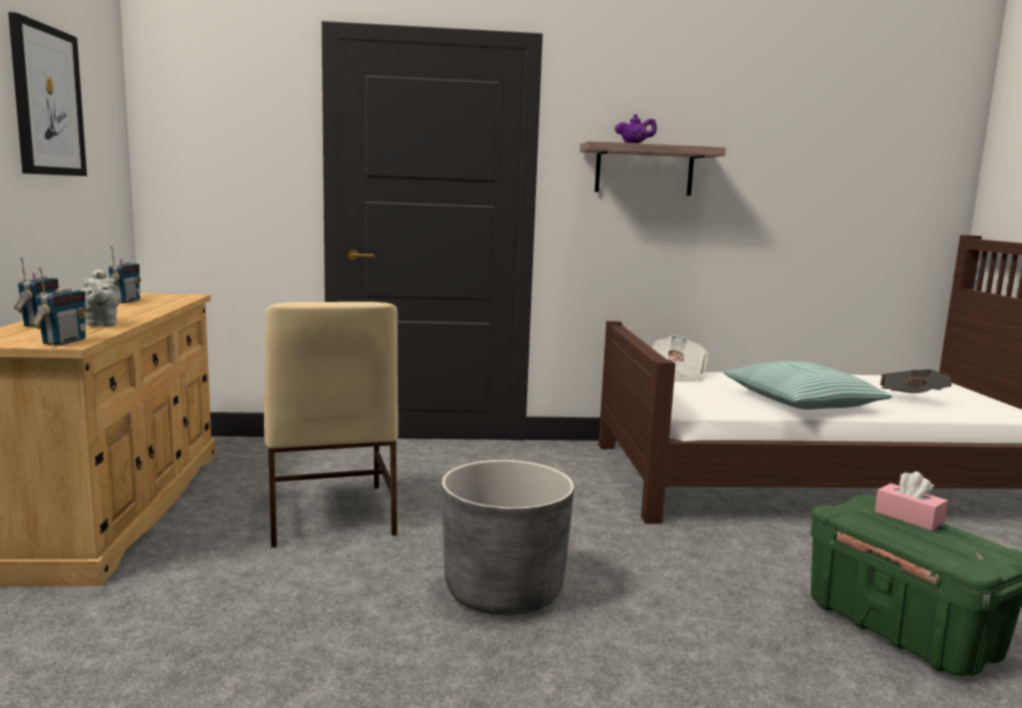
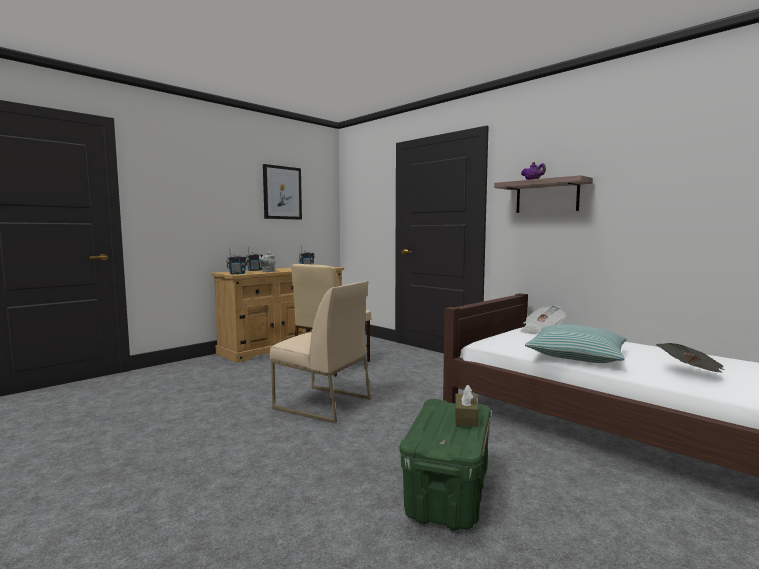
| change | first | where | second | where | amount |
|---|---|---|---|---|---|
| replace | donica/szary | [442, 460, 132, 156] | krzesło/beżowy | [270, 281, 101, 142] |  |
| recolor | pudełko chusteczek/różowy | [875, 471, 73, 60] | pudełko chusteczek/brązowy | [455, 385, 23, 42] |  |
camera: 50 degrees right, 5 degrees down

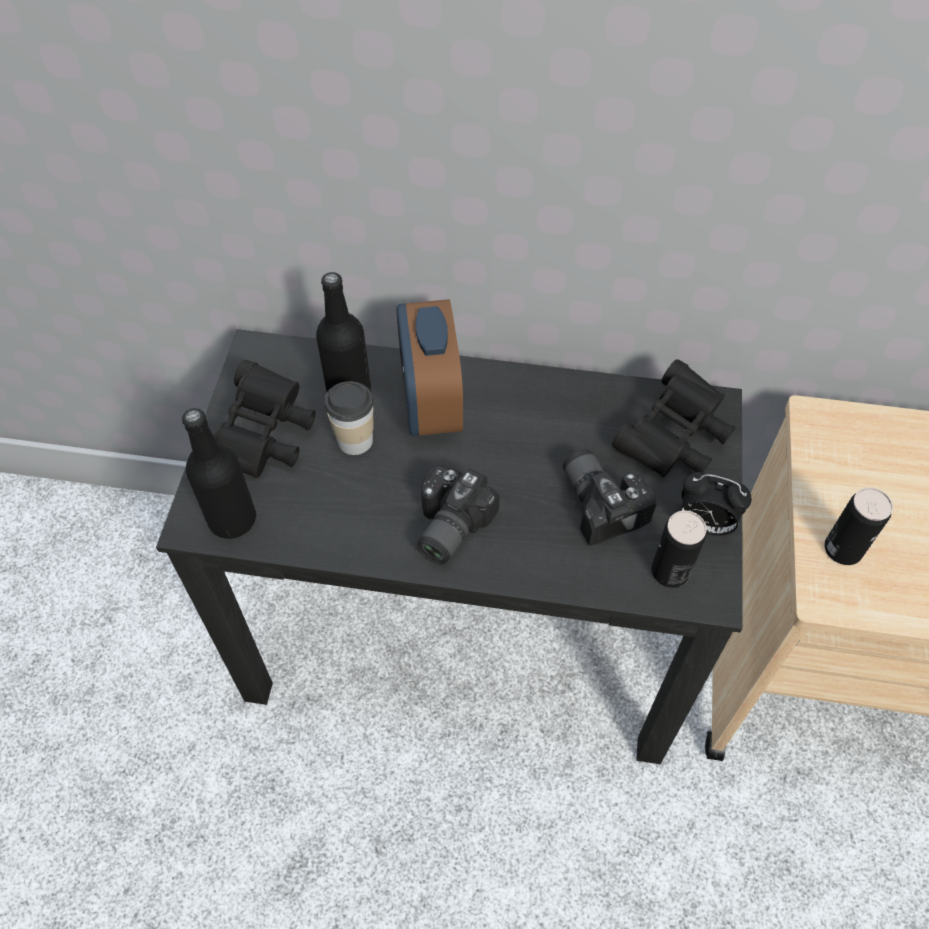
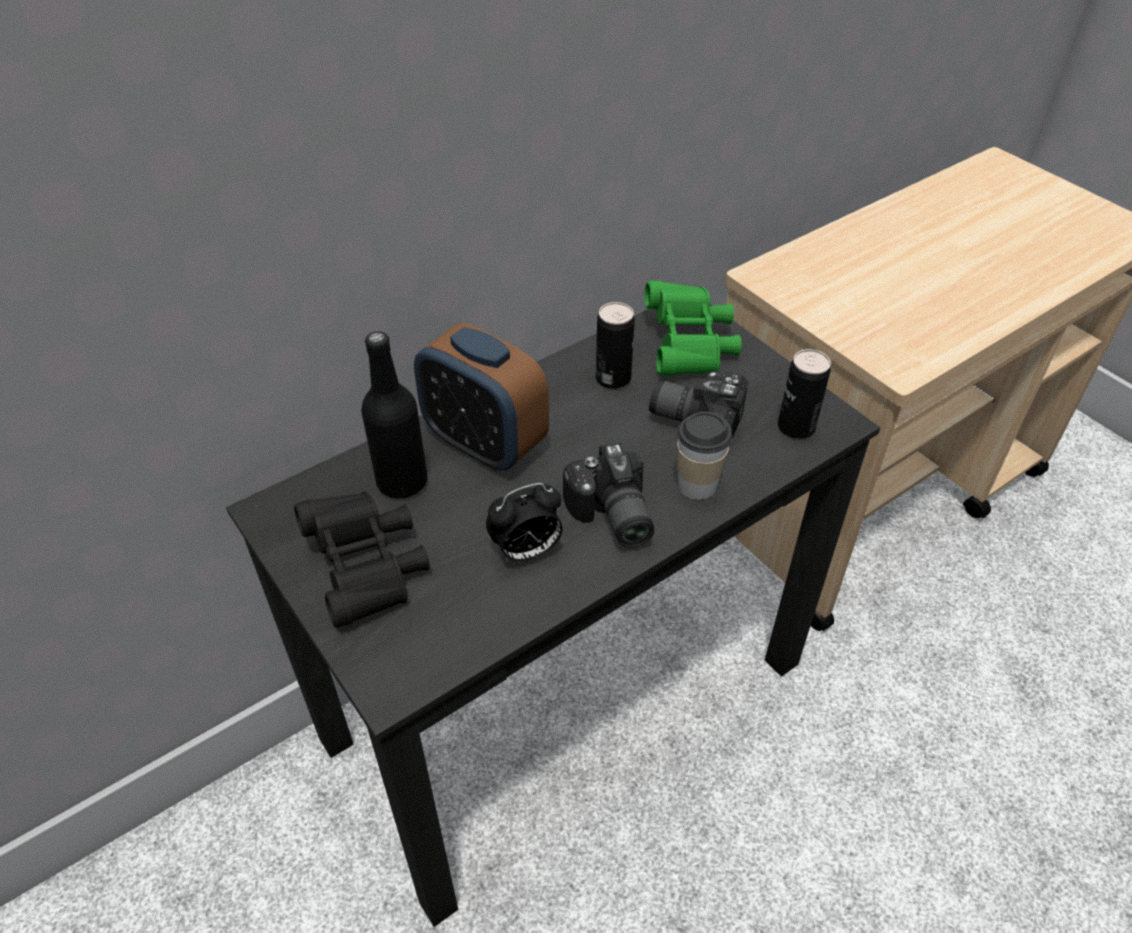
| change | first | where | second | where | amount |
|---|---|---|---|---|---|
| recolor | lornetka/czarny | [612, 359, 124, 118] | lornetka/zielony | [644, 281, 98, 95] |  |
| move | filiżanka | [325, 381, 49, 74] |  | [677, 412, 55, 88] |  |
| delete | butelka/czarny | [182, 408, 74, 131] |  |  |  |
| move | budzik | [680, 472, 72, 64] |  | [486, 483, 76, 79] |  |
| move | puszka | [824, 487, 69, 78] |  | [596, 302, 39, 87] |  |
camera: 45 degrees left, 10 degrees down

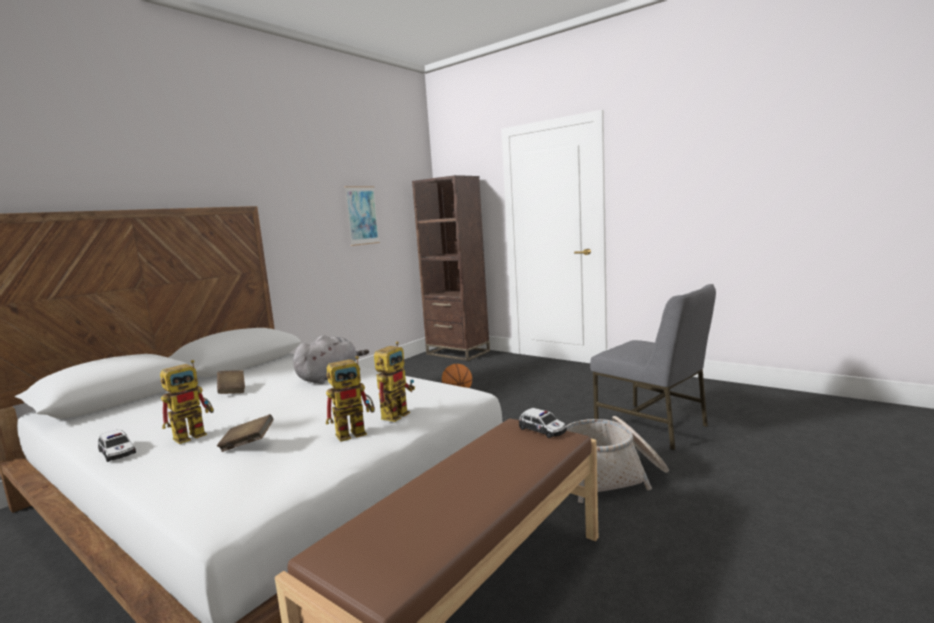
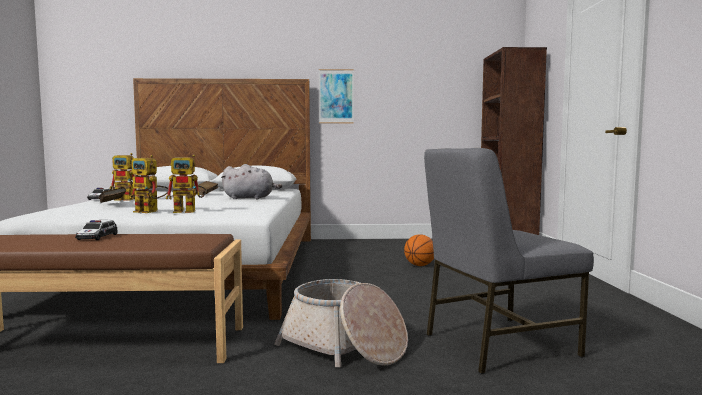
| change | first | where | second | where | amount |
|---|---|---|---|---|---|
| move | obraz | [344, 186, 36, 60] |  | [319, 69, 35, 54] |  |
| rotate | krzesło/szary | [590, 284, 126, 167] |  | [424, 148, 170, 226] | 60 degrees clockwise |
| move | samochodzik | [519, 408, 48, 30] |  | [75, 220, 43, 20] |  |
camera: 50 degrees right, 5 degrees down

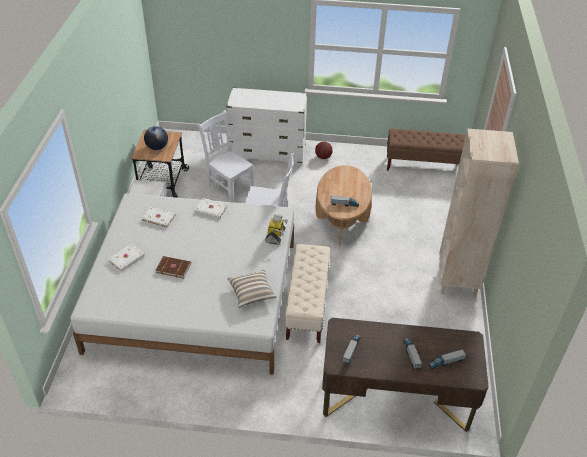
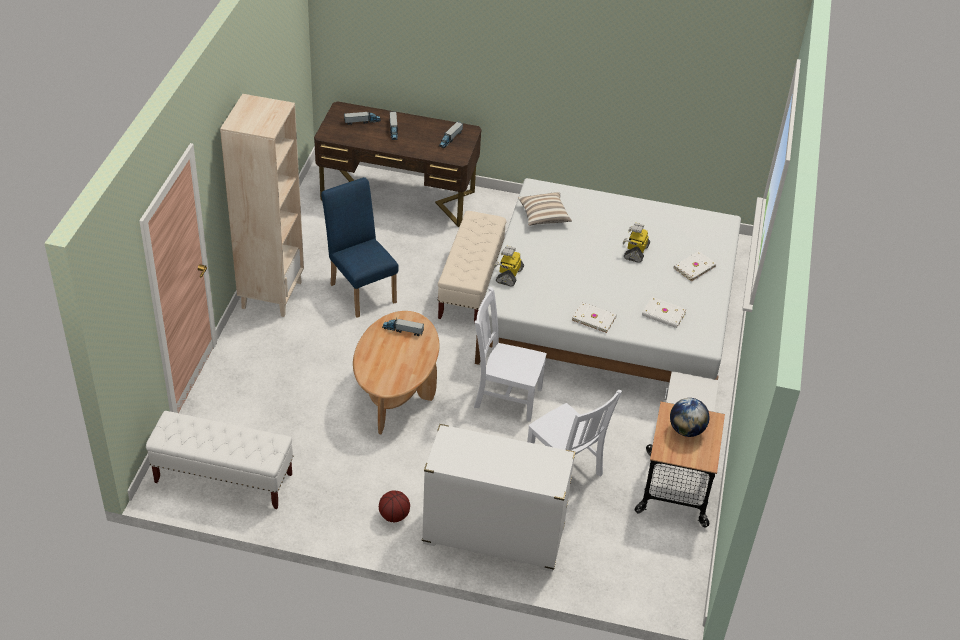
| change | first | where | second | where | amount |
|---|---|---|---|---|---|
| recolor | ławka/brązowy | [387, 129, 79, 42] | ławka/biały | [146, 411, 147, 98] |  |
| replace | książka/brązowy | [156, 256, 35, 23] | robot zabawkowy | [623, 222, 27, 41] |  |
| insert |  |  | krzesło/niebieski | [321, 177, 77, 141] |  |
camera: 175 degrees left, 0 degrees up

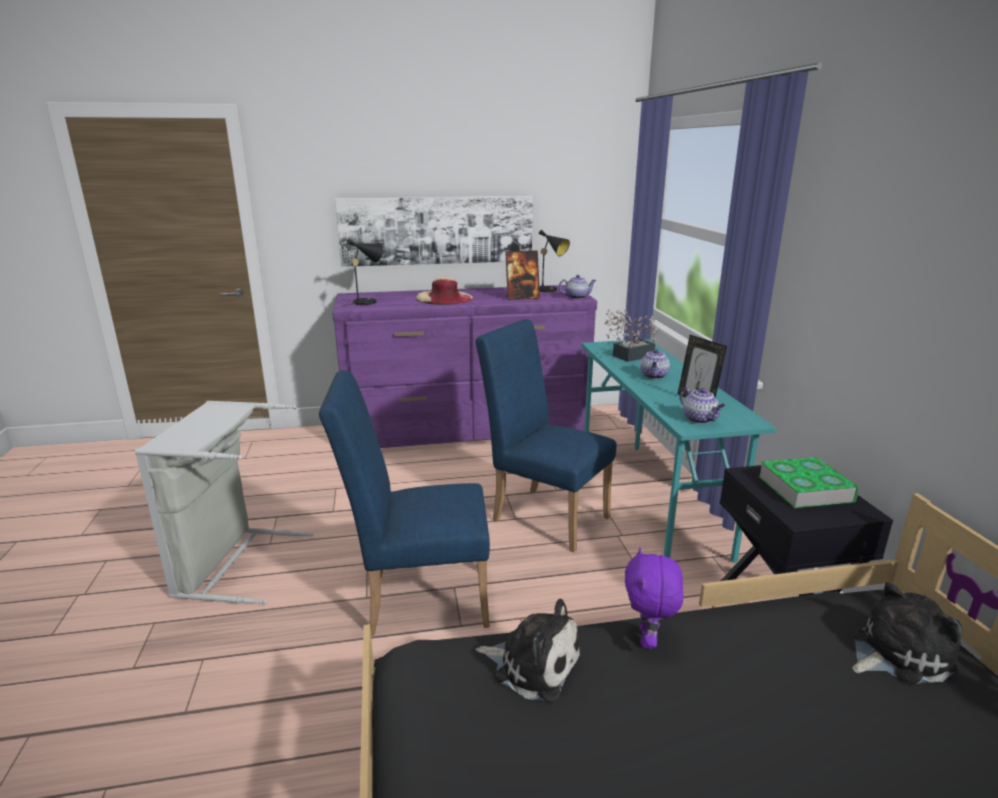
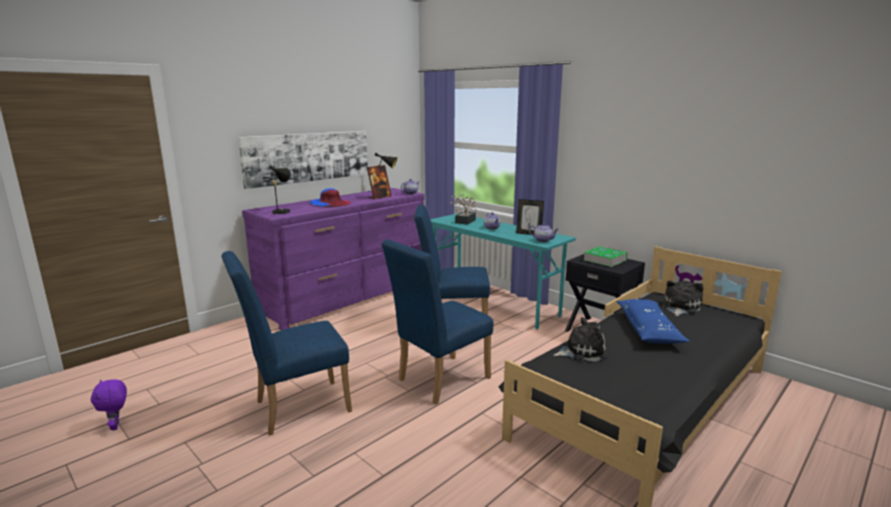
| change | first | where | second | where | amount |
|---|---|---|---|---|---|
| recolor | kapelusz/beżowy | [415, 277, 59, 28] | kapelusz/niebieski | [309, 188, 42, 19] |  |
| replace | kosz na pranie/szary | [135, 401, 178, 203] | krzesło/niebieski | [221, 251, 131, 185] |  |
| move | pluszak/fioletowy | [625, 548, 58, 101] |  | [91, 380, 36, 50] |  |
| insert |  |  | poduszka/niebieski | [616, 299, 74, 45] |  |
camera: 35 degrees left, 5 degrees down

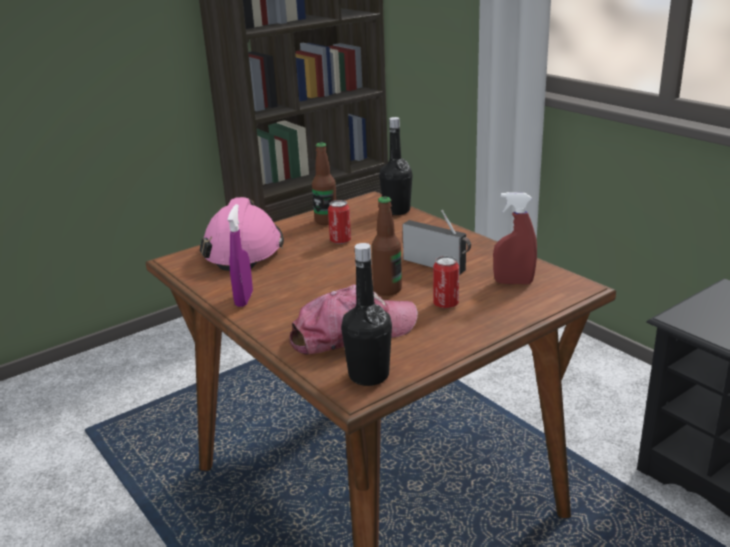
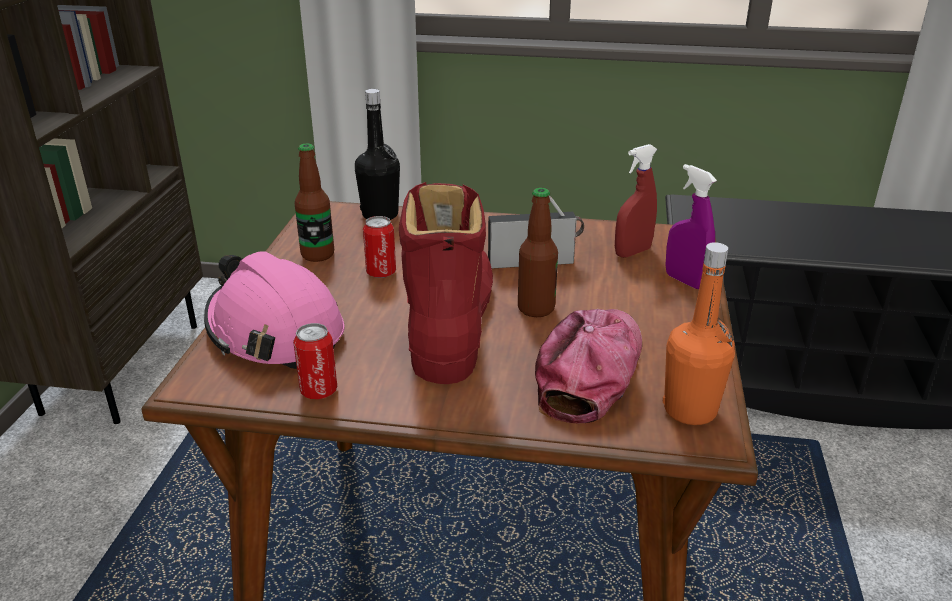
| change | first | where | second | where | amount |
|---|---|---|---|---|---|
| move | spryskiwacz/fioletowy | [227, 204, 26, 103] |  | [665, 164, 52, 125] |  |
| recolor | butelka/czarny | [341, 243, 51, 143] | butelka/pomarańczowy | [663, 242, 72, 183] |  |
| move | puszka | [433, 256, 26, 52] |  | [293, 323, 44, 76] |  |
| insert |  |  | but z cholewką/czerwony | [399, 182, 94, 202] |  |
camera: 45 degrees left, 5 degrees up

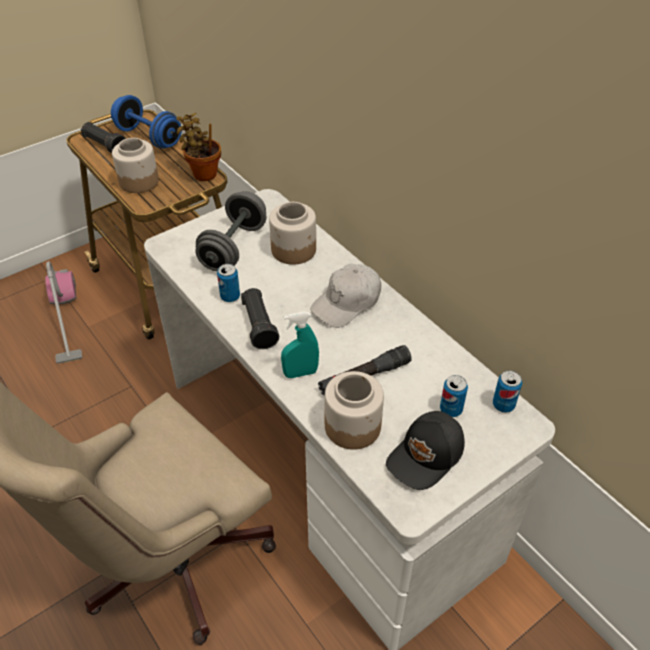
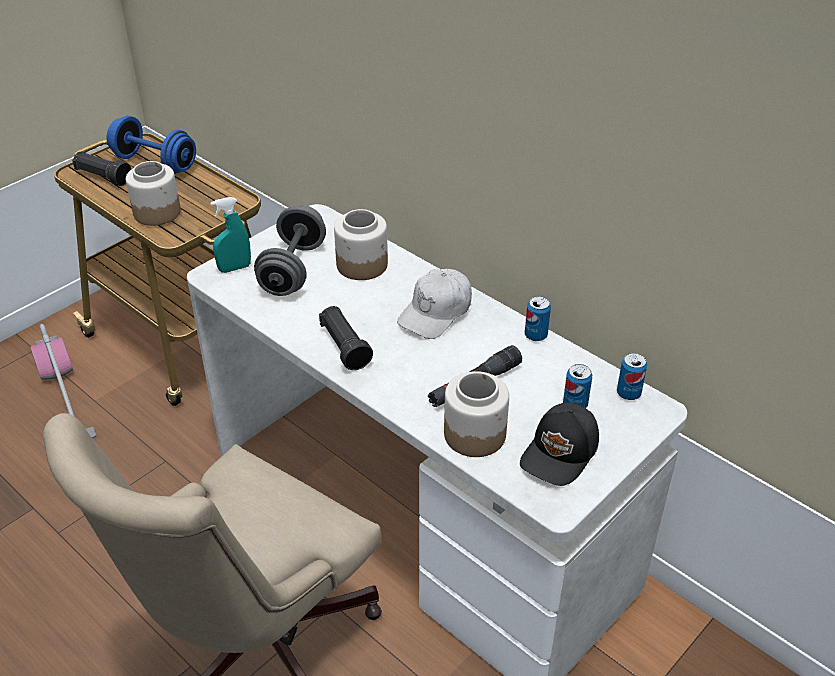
| change | first | where | second | where | amount |
|---|---|---|---|---|---|
| delete | roślina doniczkowa | [176, 113, 45, 68] |  |  |  |
| move | puszka | [217, 264, 23, 38] |  | [525, 296, 26, 45] |  |
| move | spryskiwacz/turkusowy | [281, 311, 38, 67] |  | [210, 197, 41, 76] |  |
camera: 10 degrees left, 5 degrees down

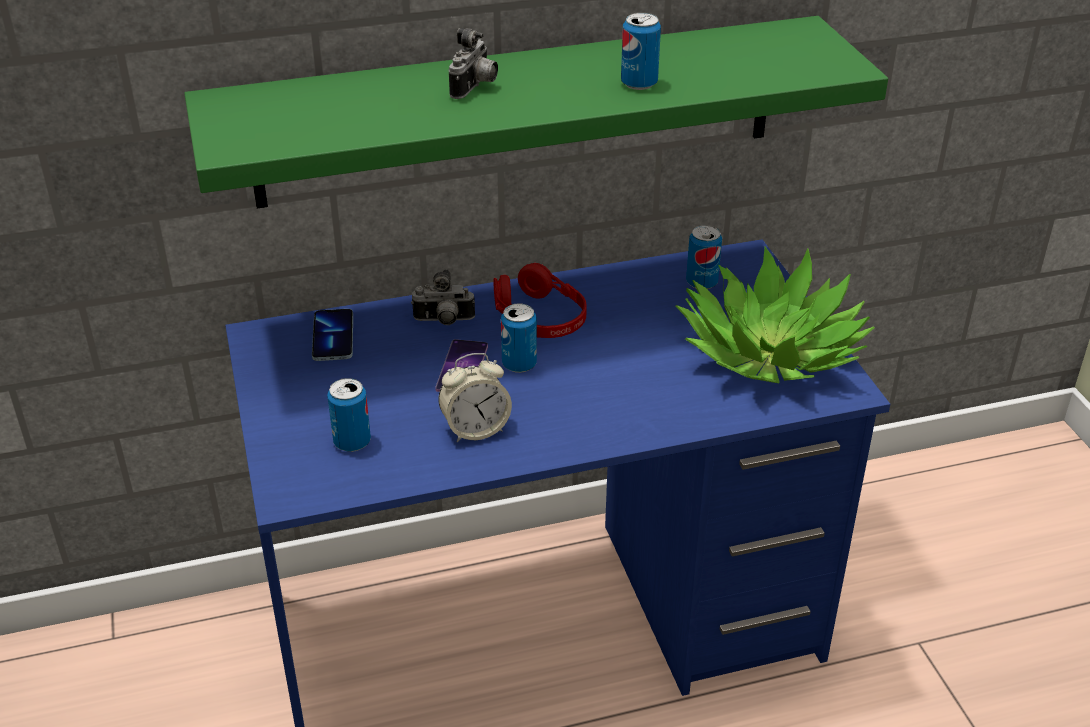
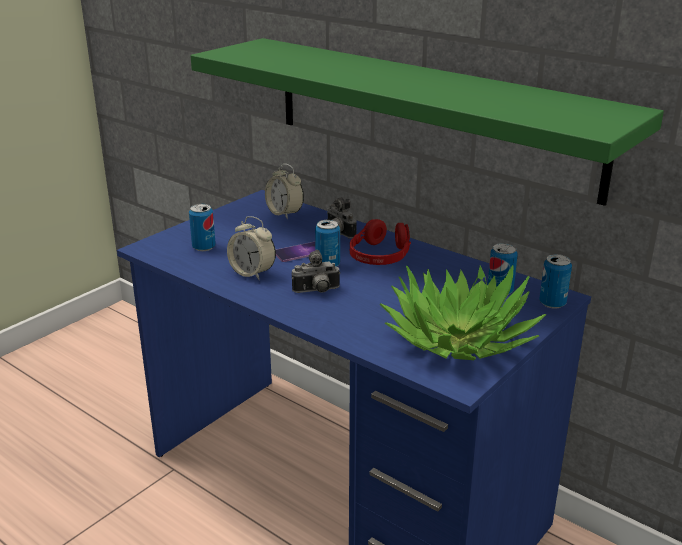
| change | first | where | second | where | amount |
|---|---|---|---|---|---|
| move | puszka | [621, 12, 40, 78] |  | [539, 254, 33, 55] |  |
| move | aparat fotograficzny | [449, 28, 49, 71] |  | [292, 250, 49, 43] |  |
| replace | telefon | [312, 309, 41, 52] | budzik | [265, 164, 39, 55] |  |
camera: 55 degrees right, 10 degrees down

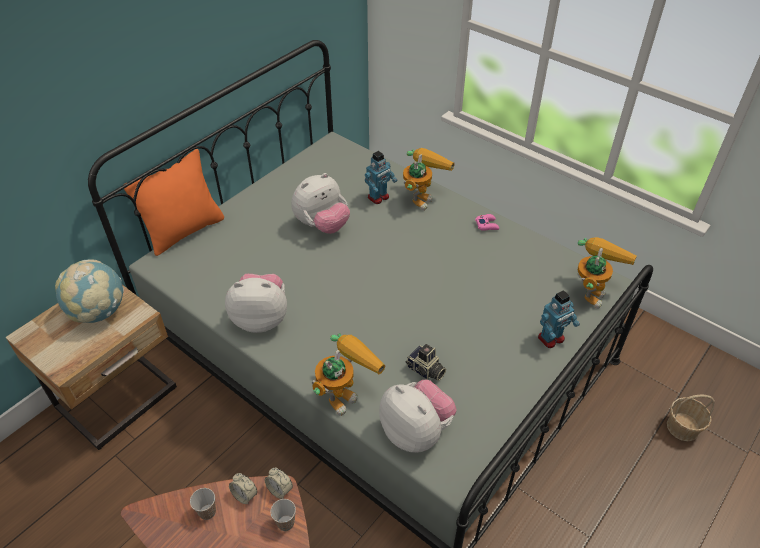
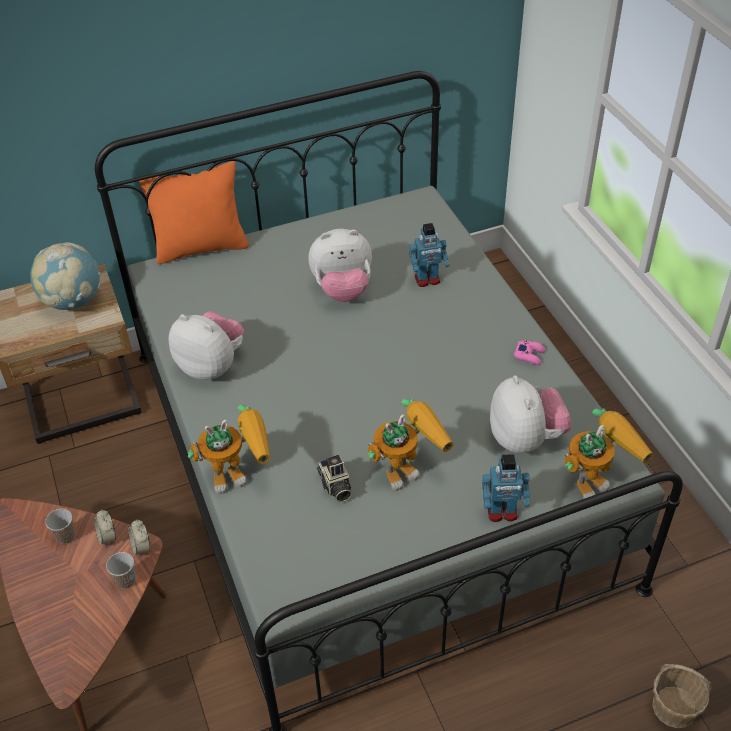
| change | first | where | second | where | amount |
|---|---|---|---|---|---|
| move | robot zabawkowy | [403, 148, 52, 63] |  | [368, 399, 86, 92] |  |
| move | pluszak | [379, 380, 77, 73] |  | [490, 375, 81, 78] |  |
camera: 30 degrees right, 0 degrees up

